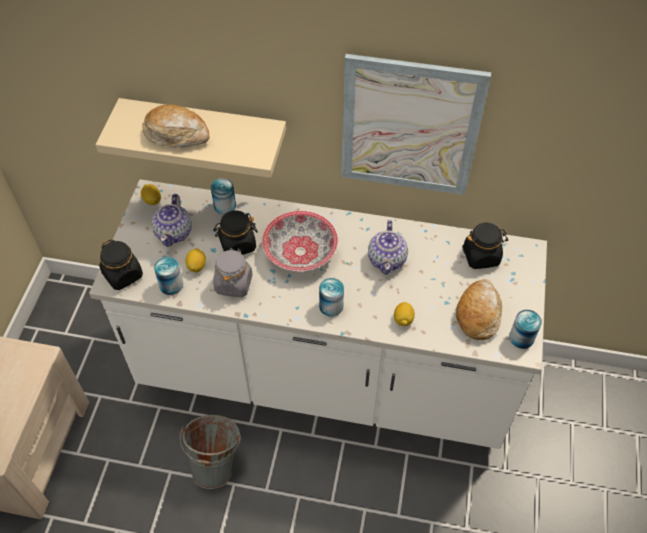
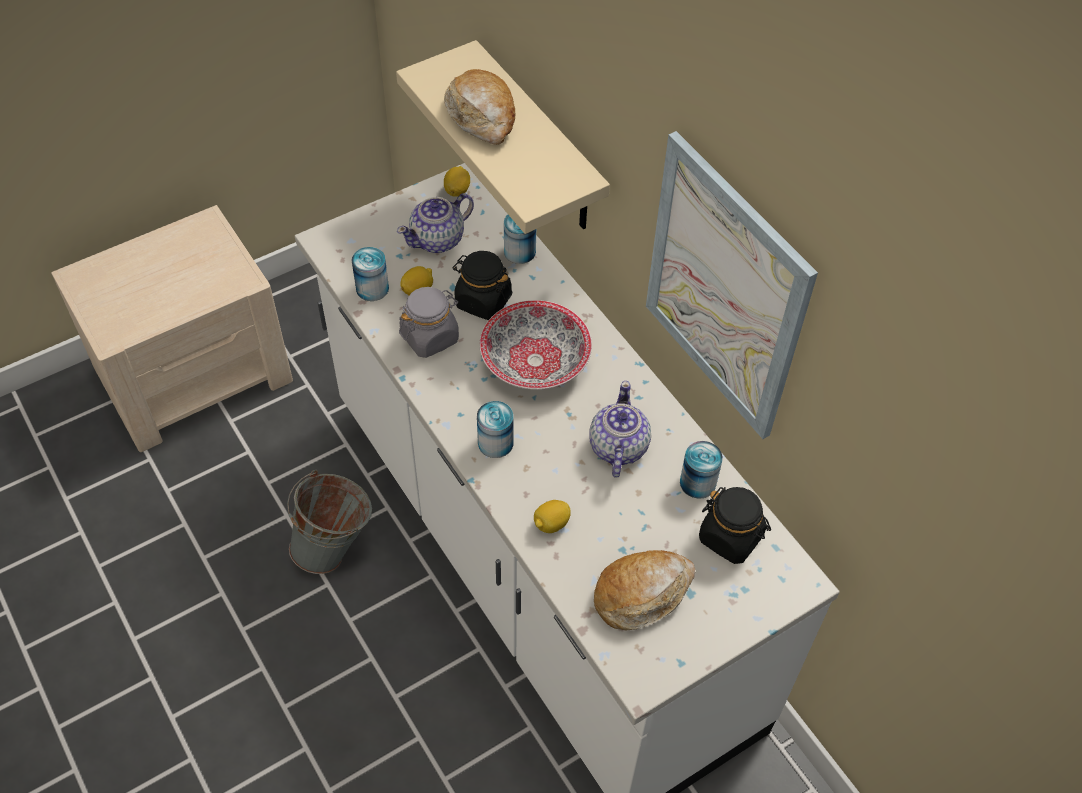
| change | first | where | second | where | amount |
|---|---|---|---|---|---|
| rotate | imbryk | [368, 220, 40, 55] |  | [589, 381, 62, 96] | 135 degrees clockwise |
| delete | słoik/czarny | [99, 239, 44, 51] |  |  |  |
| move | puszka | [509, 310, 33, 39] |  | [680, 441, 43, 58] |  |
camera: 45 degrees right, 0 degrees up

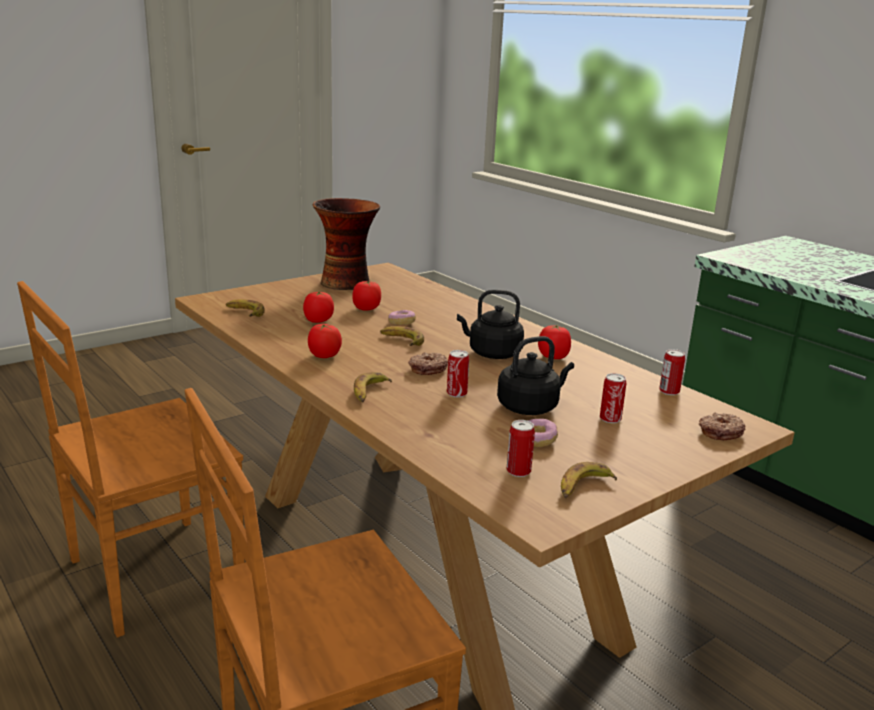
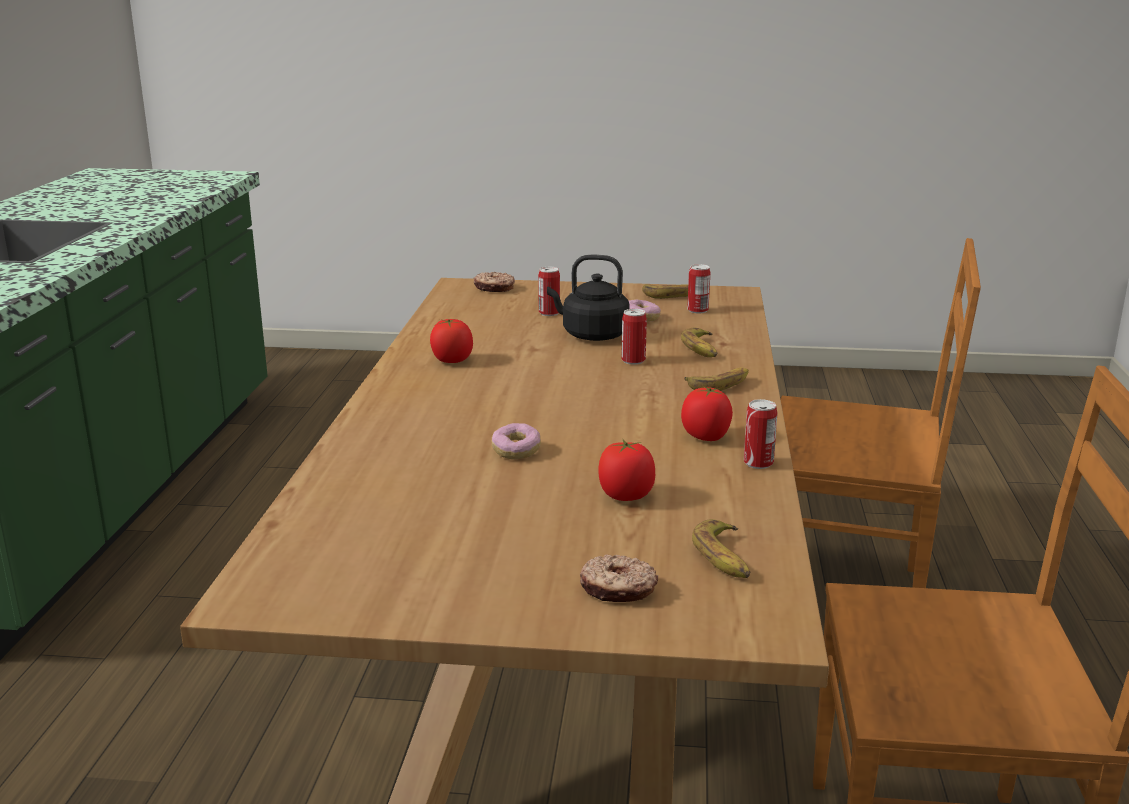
| change | first | where | second | where | amount |
|---|---|---|---|---|---|
| delete | wazon | [313, 198, 67, 92] |  |  |  |
| delete | pomidor | [352, 281, 29, 30] |  |  |  |
| delete | czajnik/czarny | [457, 290, 67, 69] |  |  |  |
| move | banan | [380, 326, 44, 20] |  | [681, 328, 36, 29] |  |
| move | puszka | [659, 349, 26, 46] |  | [744, 399, 34, 70] |  |
| move | donut | [408, 352, 40, 23] |  | [579, 554, 79, 48] |  |
camera: 135 degrees left, 0 degrees up

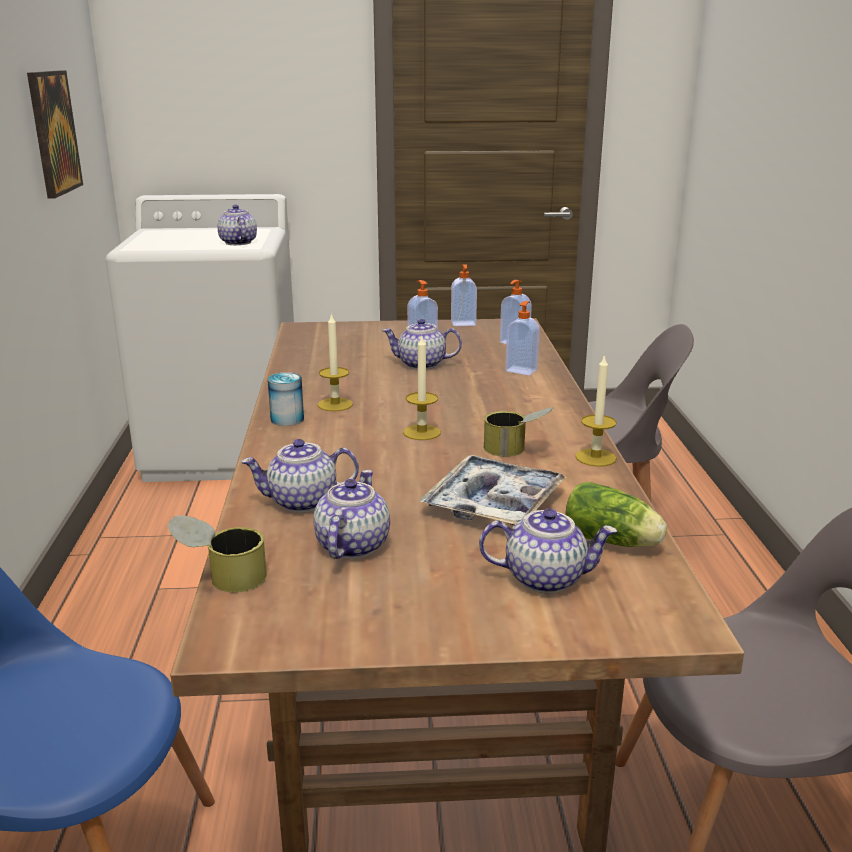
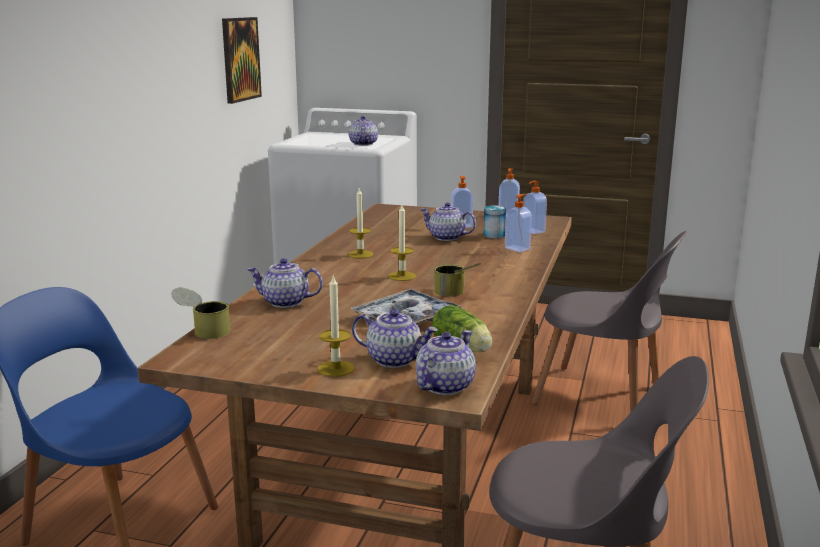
| change | first | where | second | where | amount |
|---|---|---|---|---|---|
| move | świeca | [575, 354, 42, 113] |  | [318, 276, 36, 101] |  |
| move | puszka | [268, 372, 36, 54] |  | [484, 205, 22, 34] |  |
| move | imbryk | [313, 470, 77, 89] |  | [416, 330, 60, 65] |  |
camera: 20 degrees right, 5 degrees down

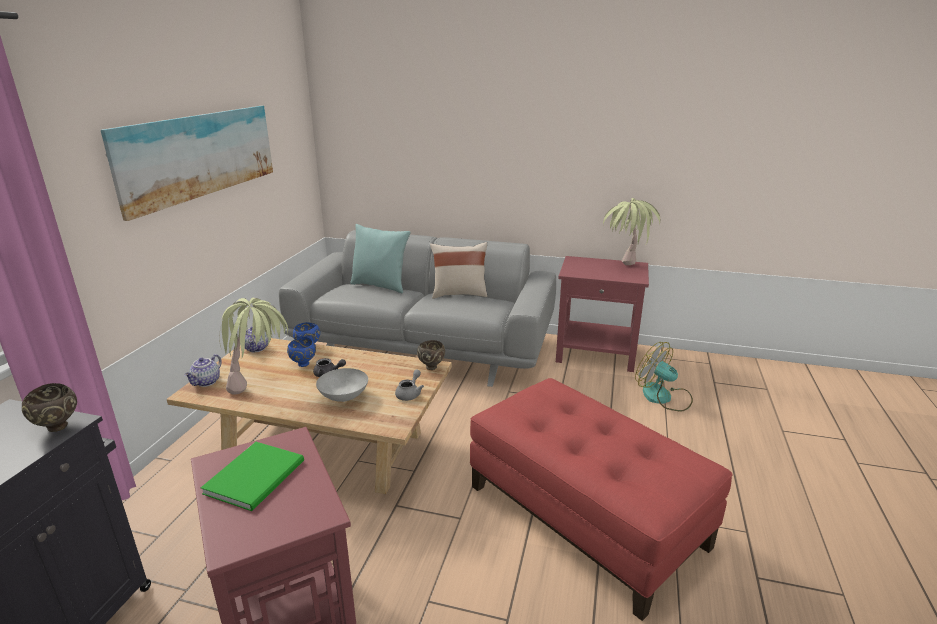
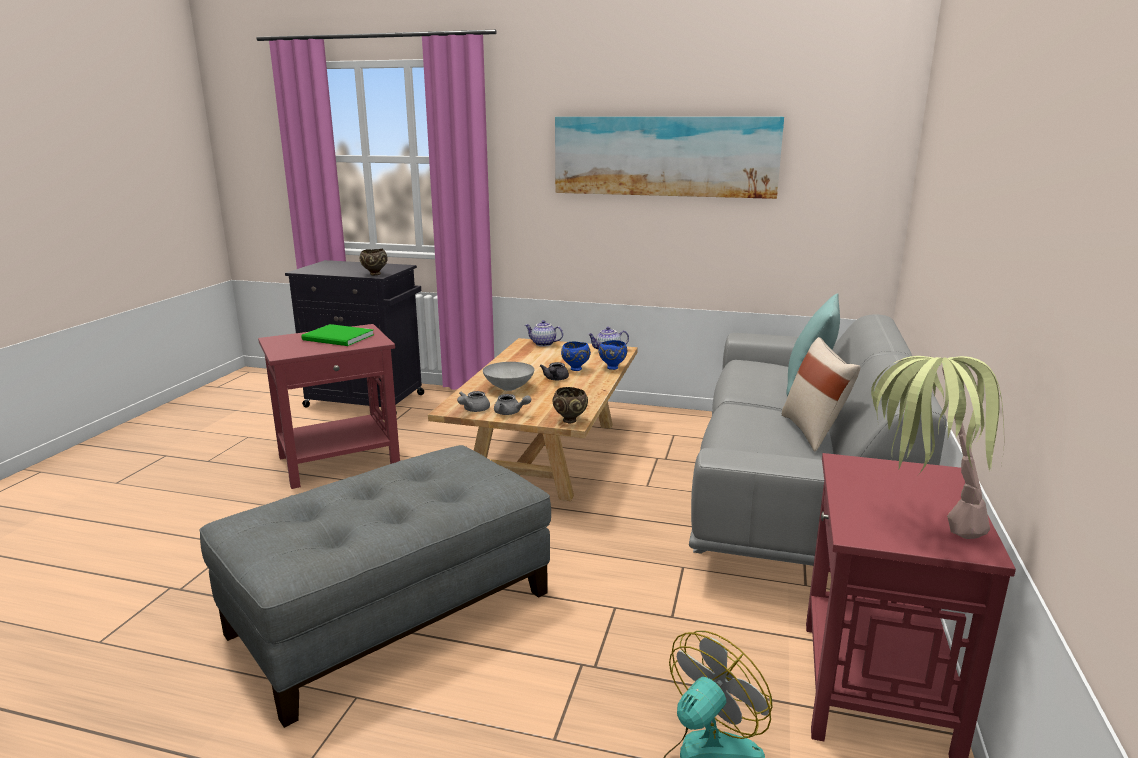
| change | first | where | second | where | amount |
|---|---|---|---|---|---|
| delete | roślina doniczkowa | [219, 298, 69, 97] |  |  |  |
| recolor | pufa/czerwony | [470, 378, 262, 243] | pufa/szary | [199, 445, 352, 283] |  |
| insert |  |  | imbryk/szary | [457, 391, 33, 21] |  |
camera: 90 degrees right, 5 degrees down

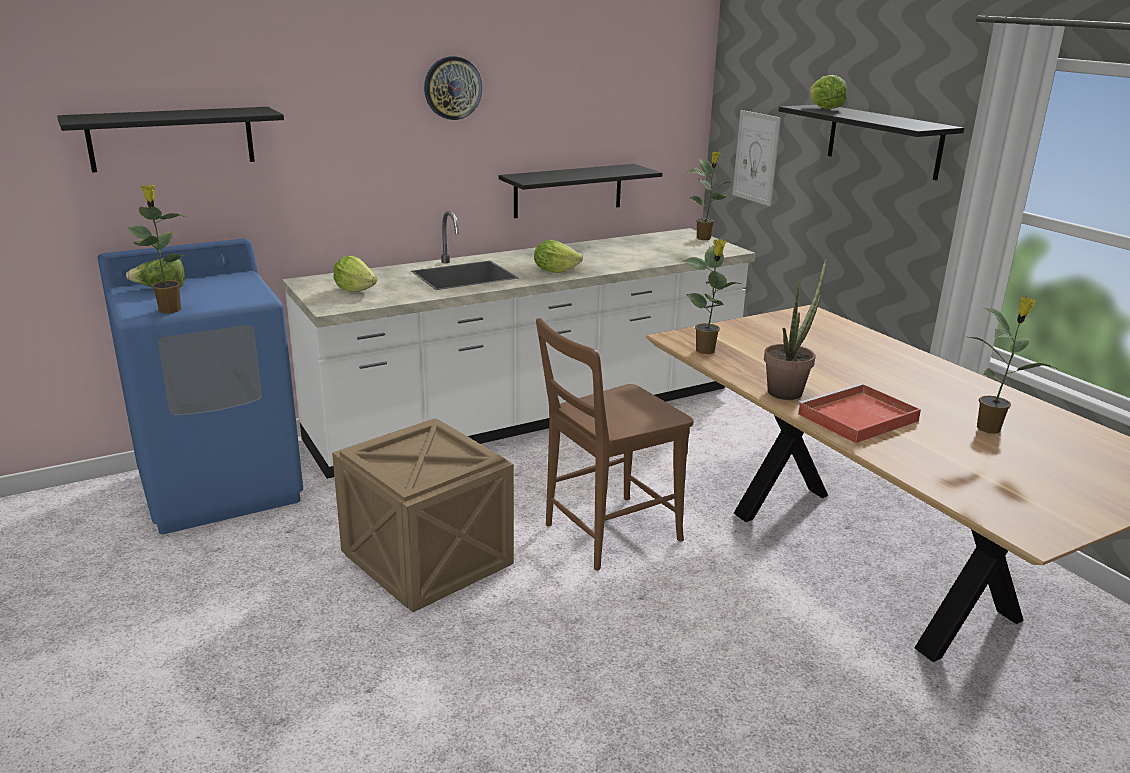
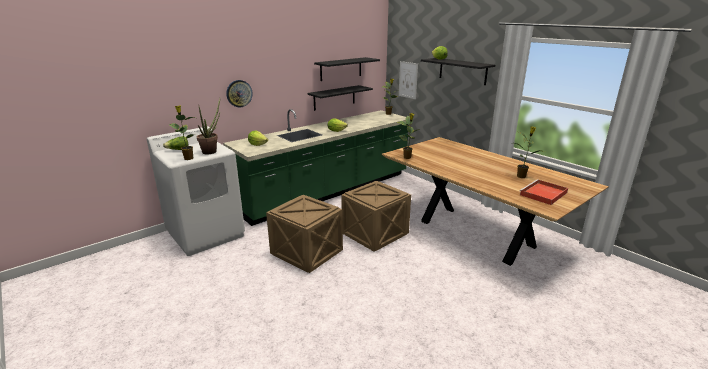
| change | first | where | second | where | amount |
|---|---|---|---|---|---|
| move | zegar ścienny | [424, 56, 58, 64] |  | [226, 80, 26, 27] |  |
| move | półka/czarny | [57, 107, 227, 66] |  | [314, 57, 66, 24] |  |
| recolor | zabudowa kuchenna/biały | [282, 211, 474, 268] | zabudowa kuchenna/zielony | [223, 109, 186, 117] |  |
| recolor | pralka/niebieski | [97, 239, 206, 295] | pralka/biały | [147, 126, 98, 130] |  |
| move | roślina doniczkowa | [764, 257, 63, 143] |  | [197, 98, 23, 56] |  |
| replace | krzesło/brązowy | [536, 318, 158, 252] | skrzynka | [341, 181, 70, 71] |  |
| move | taca/czerwony | [797, 383, 124, 60] |  | [519, 179, 49, 26] |  |
camera: 10 degrees left, 0 degrees up

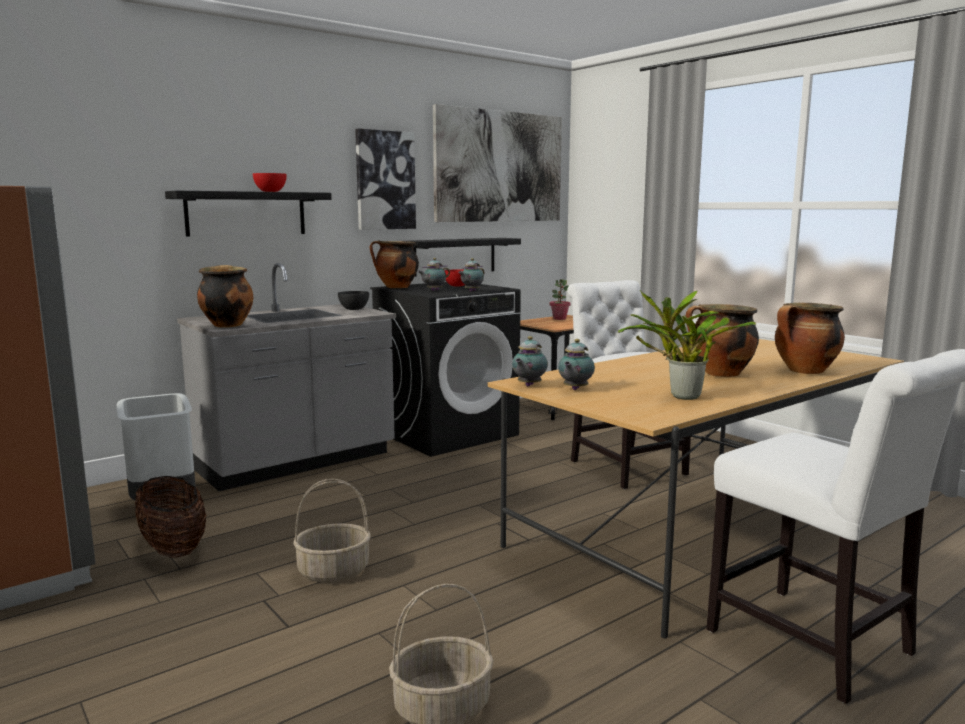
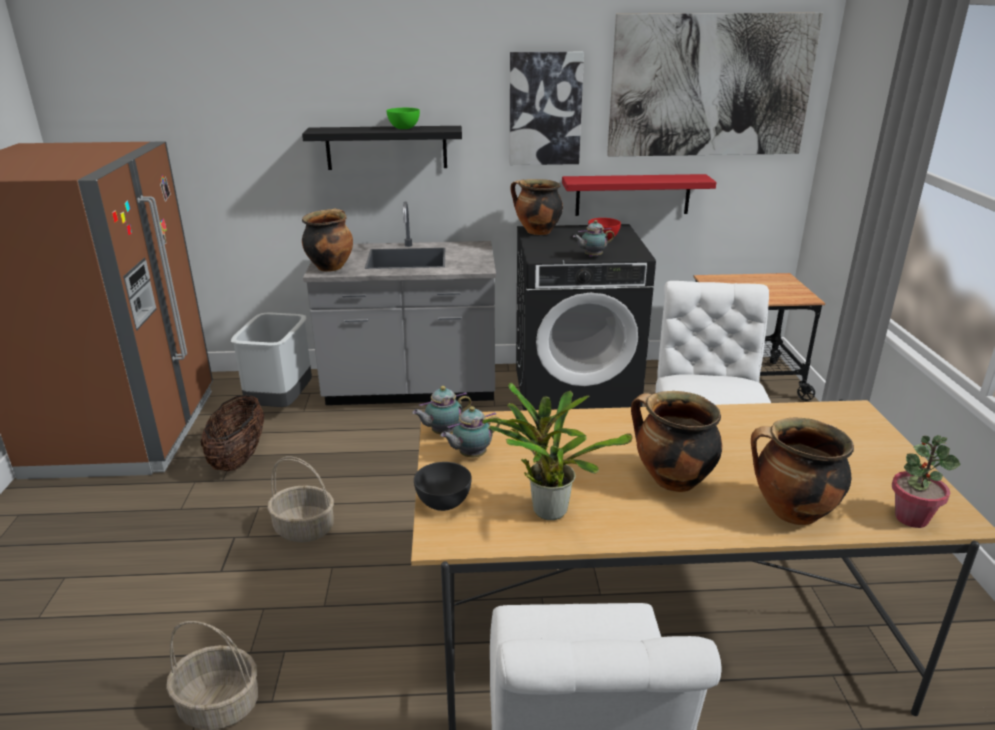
| change | first | where | second | where | amount |
|---|---|---|---|---|---|
| recolor | miska/czerwony | [253, 173, 34, 19] | miska/zielony | [386, 108, 34, 21] |  |
| recolor | półka/czarny | [409, 238, 112, 39] | półka/czerwony | [562, 174, 155, 42] |  |
| delete | imbryk | [418, 258, 32, 33] |  |  |  |
| move | roślina doniczkowa | [550, 279, 21, 41] |  | [892, 435, 69, 93] |  |
| move | miska/szary | [338, 291, 31, 19] |  | [414, 462, 58, 49] |  |
camera: 35 degrees right, 15 degrees up

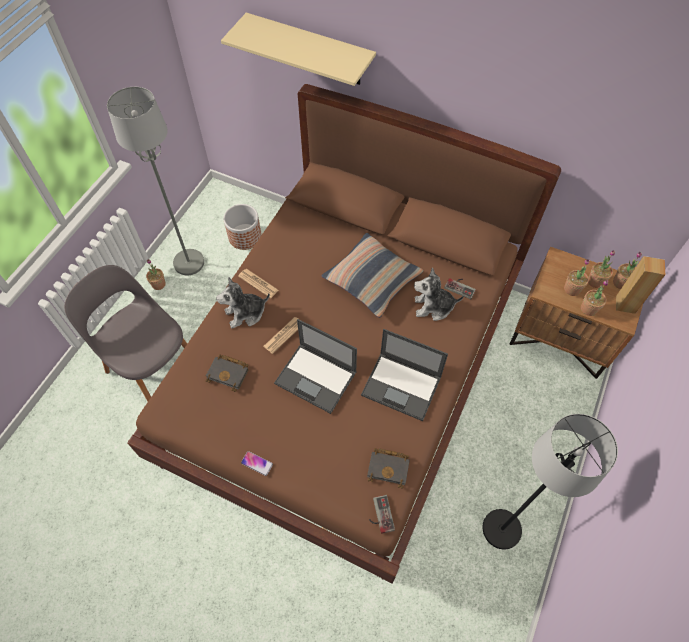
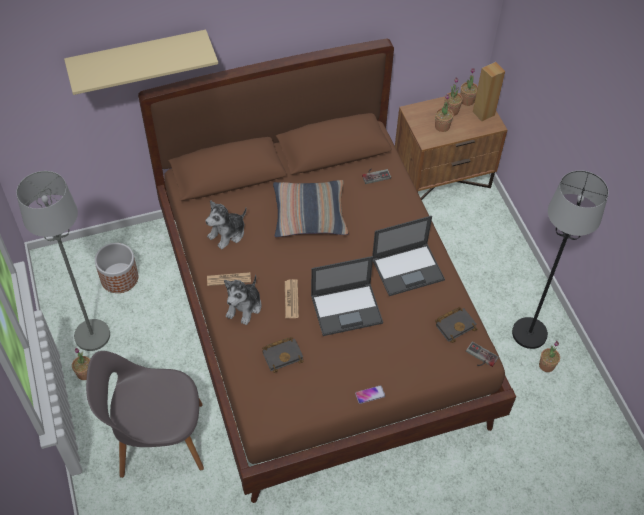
| change | first | where | second | where | amount |
|---|---|---|---|---|---|
| move | pluszak | [414, 267, 50, 54] |  | [205, 200, 42, 49] |  |
| move | roślina doniczkowa | [581, 280, 27, 36] |  | [539, 341, 21, 31] |  |
camera: 45 degrees left, 5 degrees down

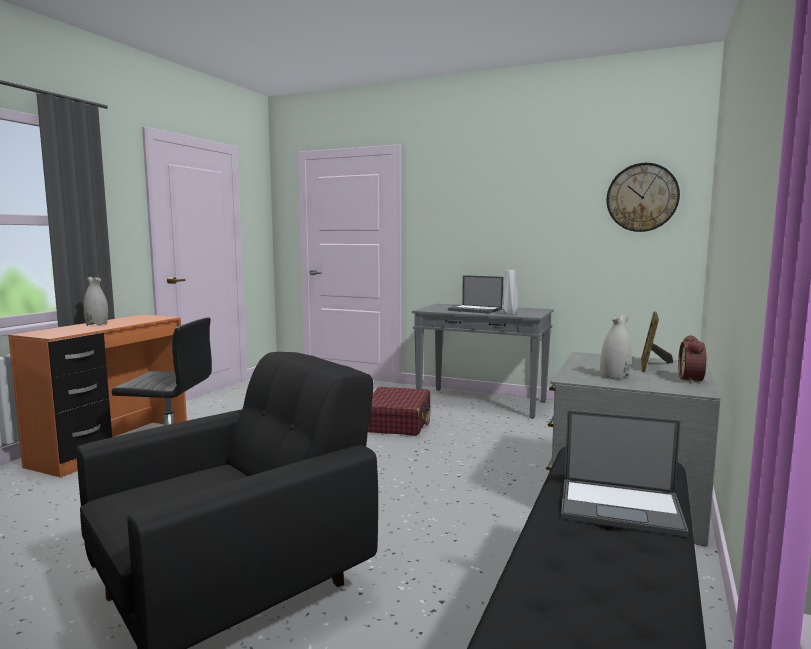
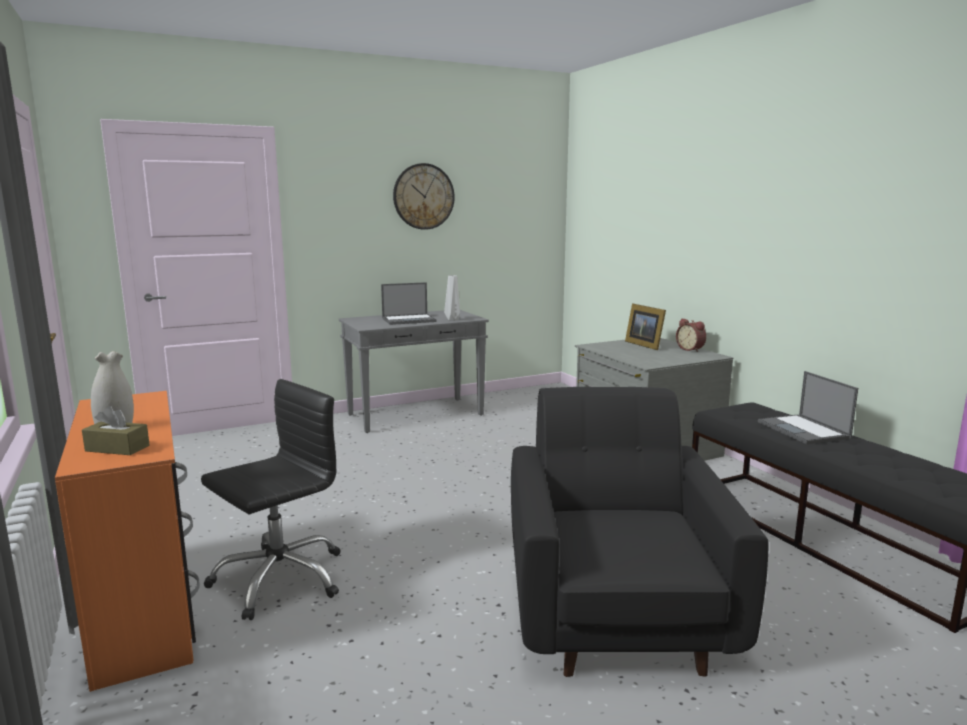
| change | first | where | second | where | amount |
|---|---|---|---|---|---|
| move | zegar ścienny | [606, 163, 74, 69] |  | [393, 163, 62, 67] |  |
| delete | wazon/biały | [600, 315, 31, 64] |  |  |  |
| delete | walizka/czerwony | [368, 387, 63, 49] |  |  |  |
| rotate | laptop | [561, 410, 128, 127] |  | [758, 371, 100, 73] | 105 degrees clockwise |
| insert |  |  | pudełko chusteczek/brązowy | [82, 406, 68, 49] |  |
camera: 50 degrees left, 5 degrees up

